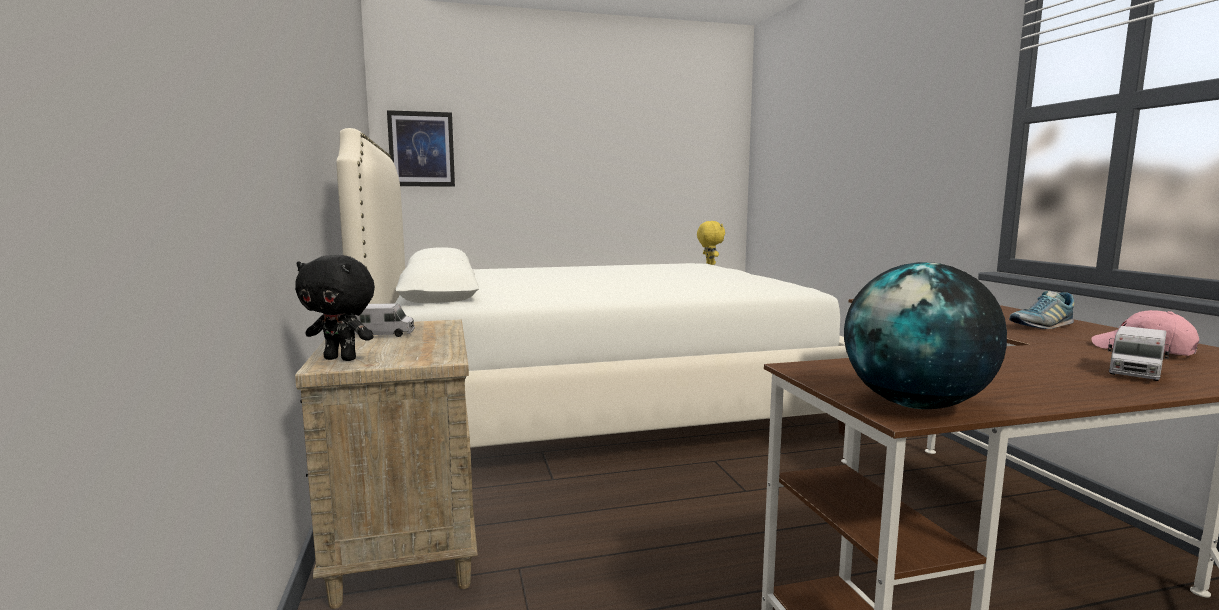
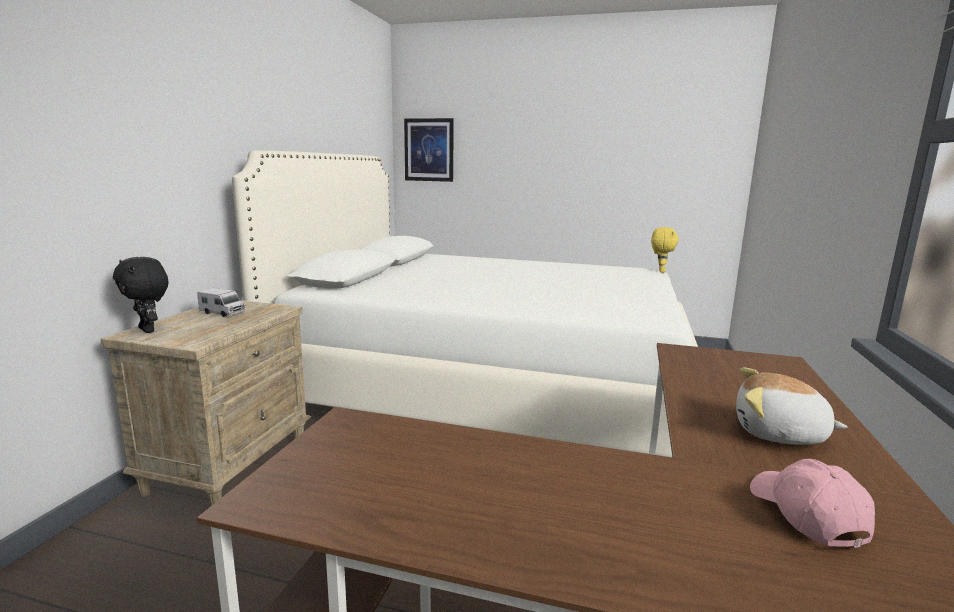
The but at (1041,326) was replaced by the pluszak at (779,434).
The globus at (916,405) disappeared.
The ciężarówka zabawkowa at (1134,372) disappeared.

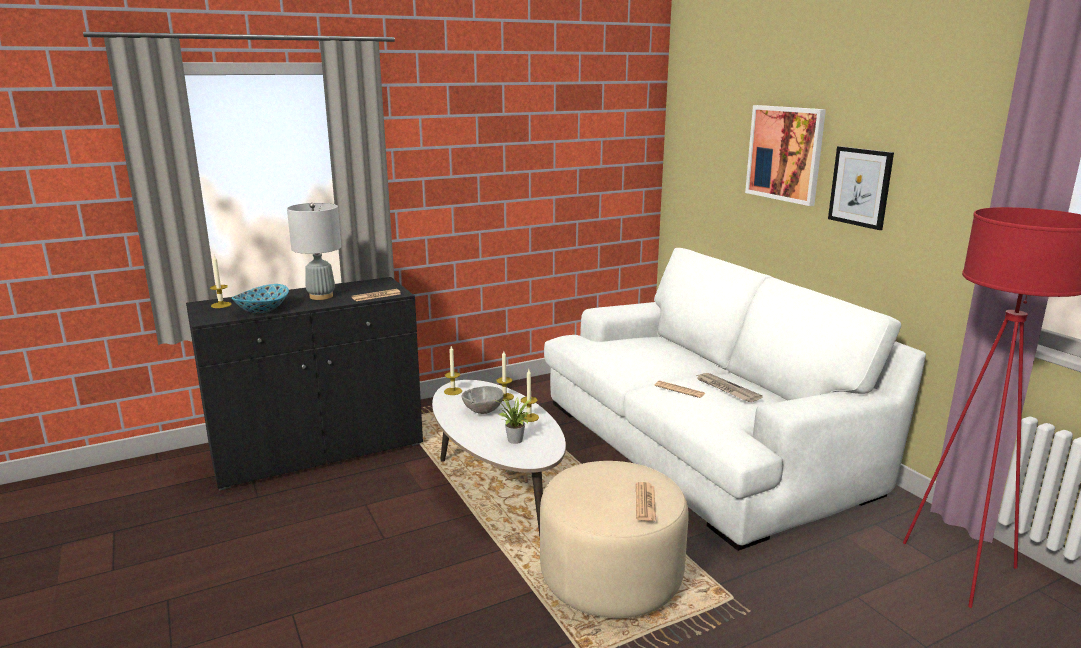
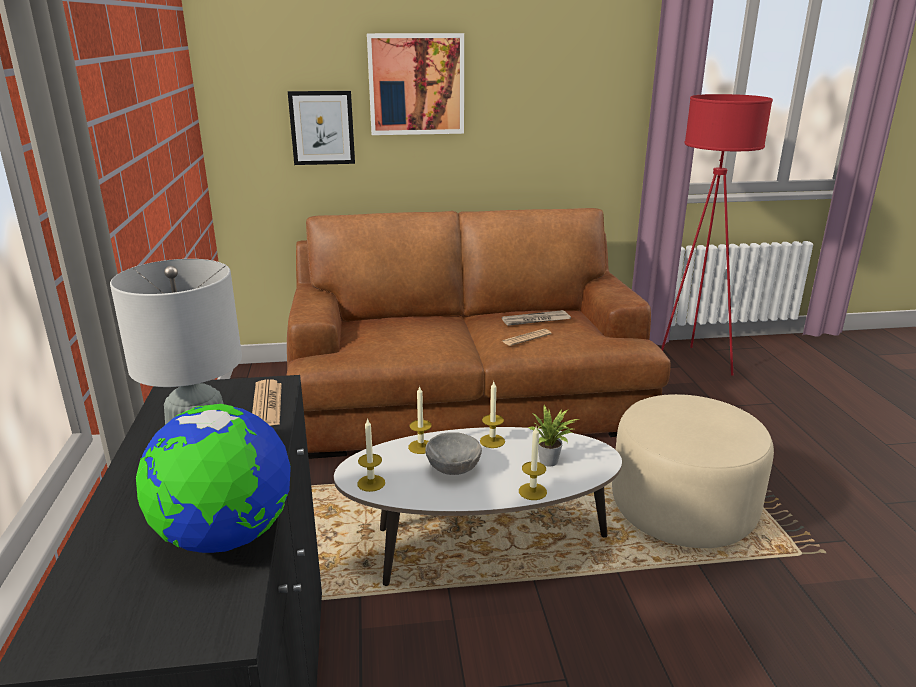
The miska at (262,310) was replaced by the globus at (225,537).
The kanapa [biały] at (703,444) became the kanapa [brązowy] at (466,397).
The obraz moved from (860,187) to (322,128).
The świeca moved from (221,305) to (532,491).
The gazeta at (645,502) disappeared.

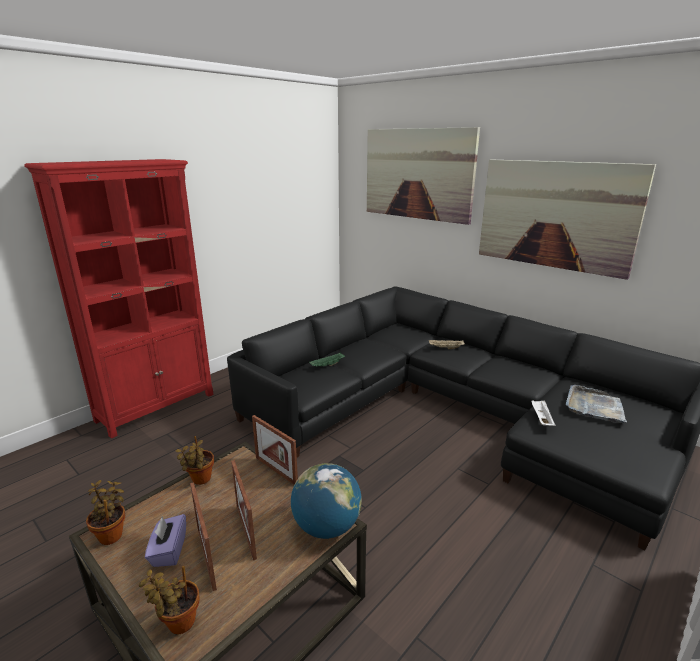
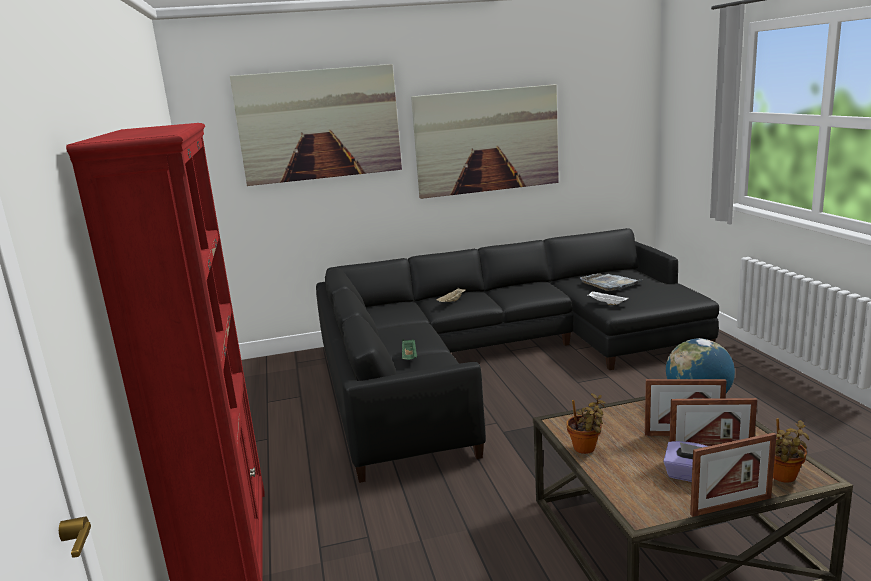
The ramka na zdjęcie moved from (276,470) to (731,506).
The roślina doniczkowa at (112,534) disappeared.

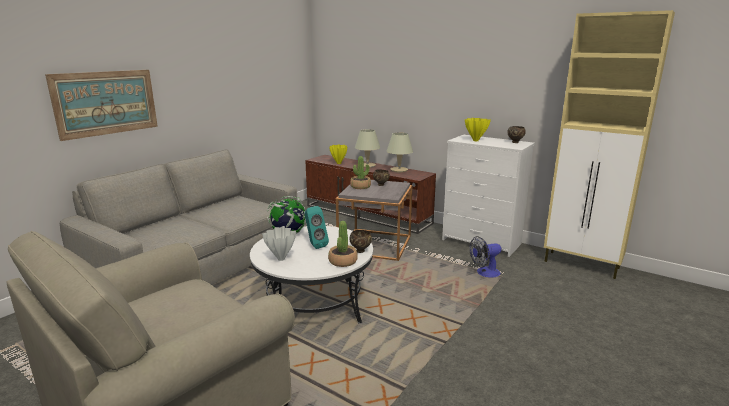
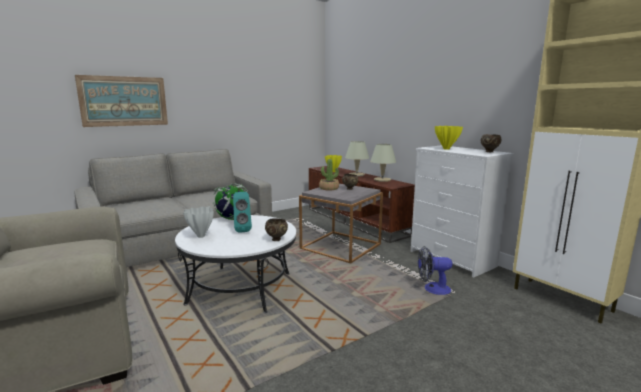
The roślina doniczkowa at (342,261) disappeared.

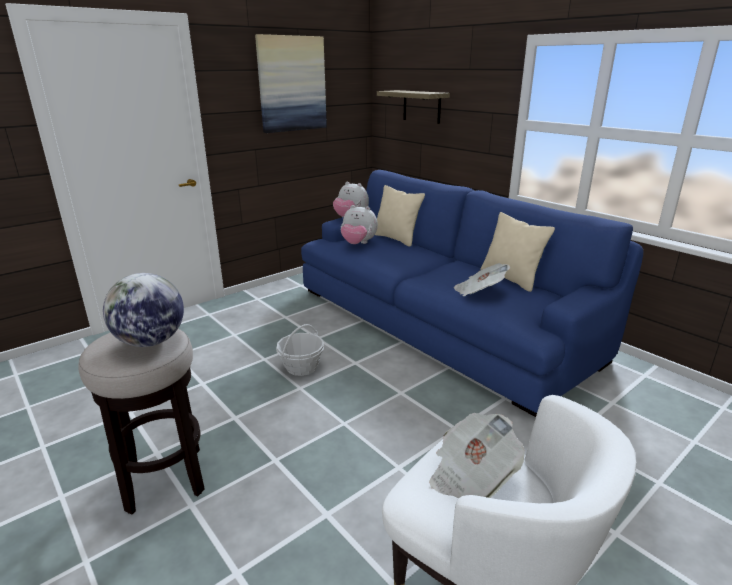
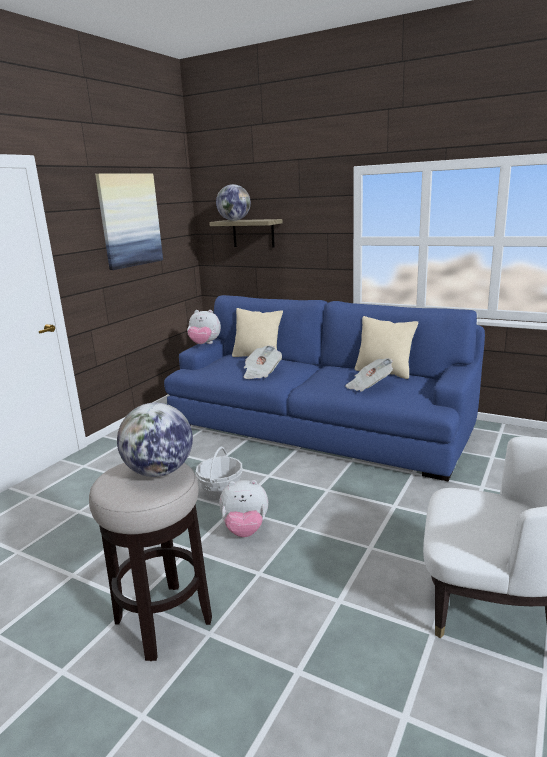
The globus at (234,220) appeared.
The pluszak moved from (358,244) to (245,530).
The gazeta moved from (471,475) to (261,373).

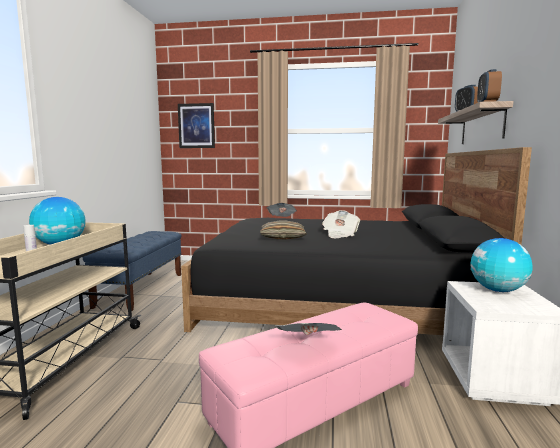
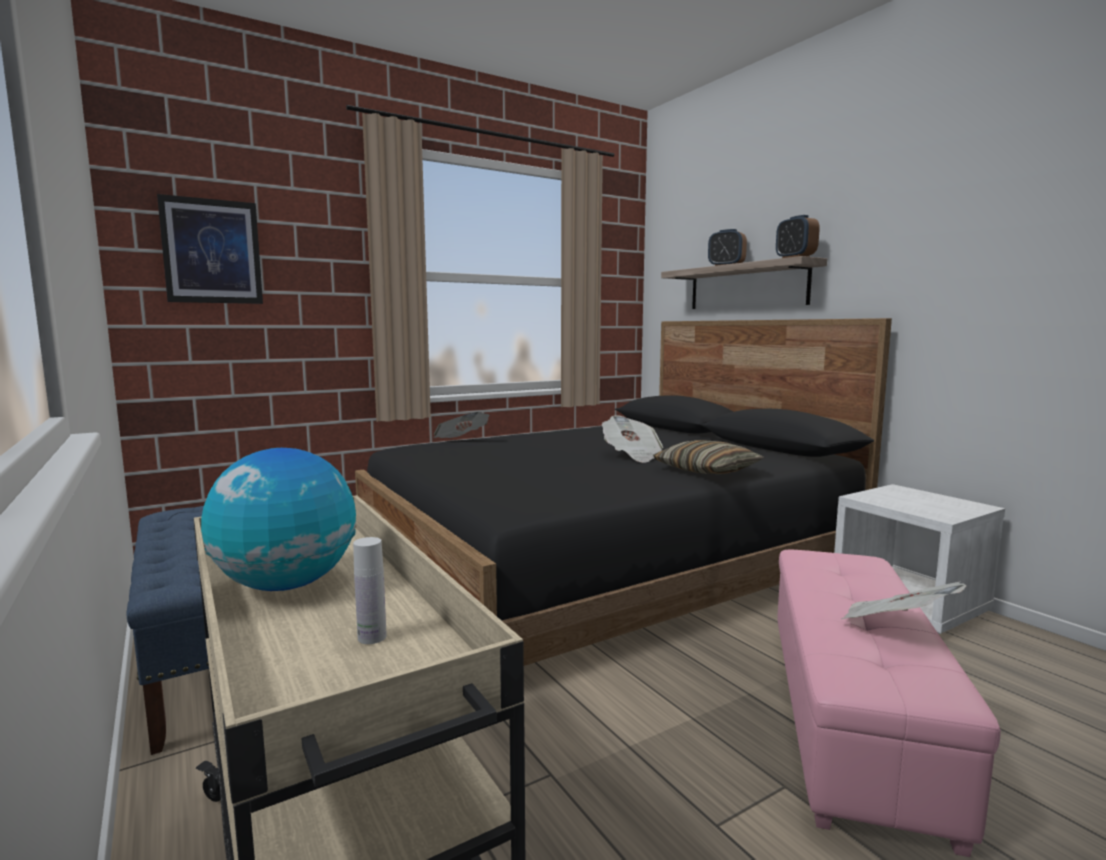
The poduszka moved from (283,237) to (707,470).
The globus at (498,290) disappeared.

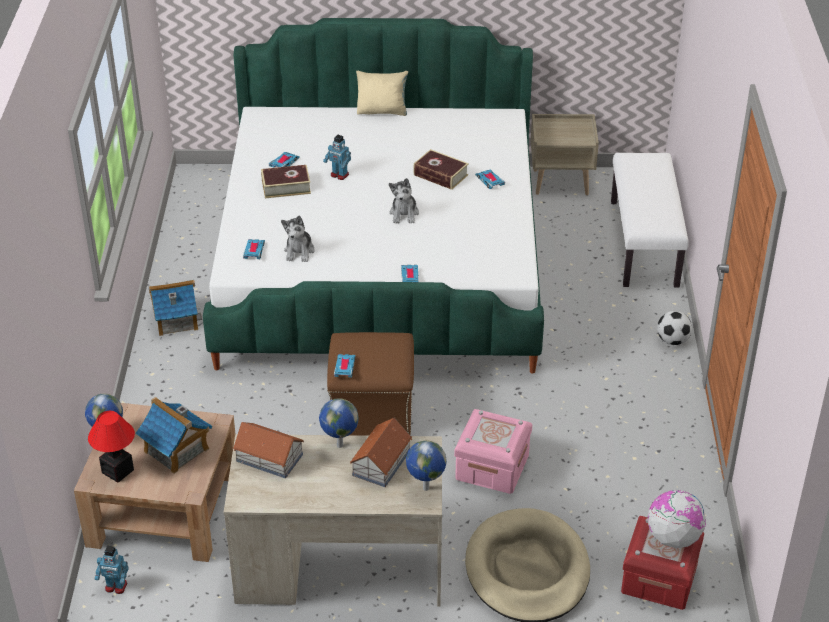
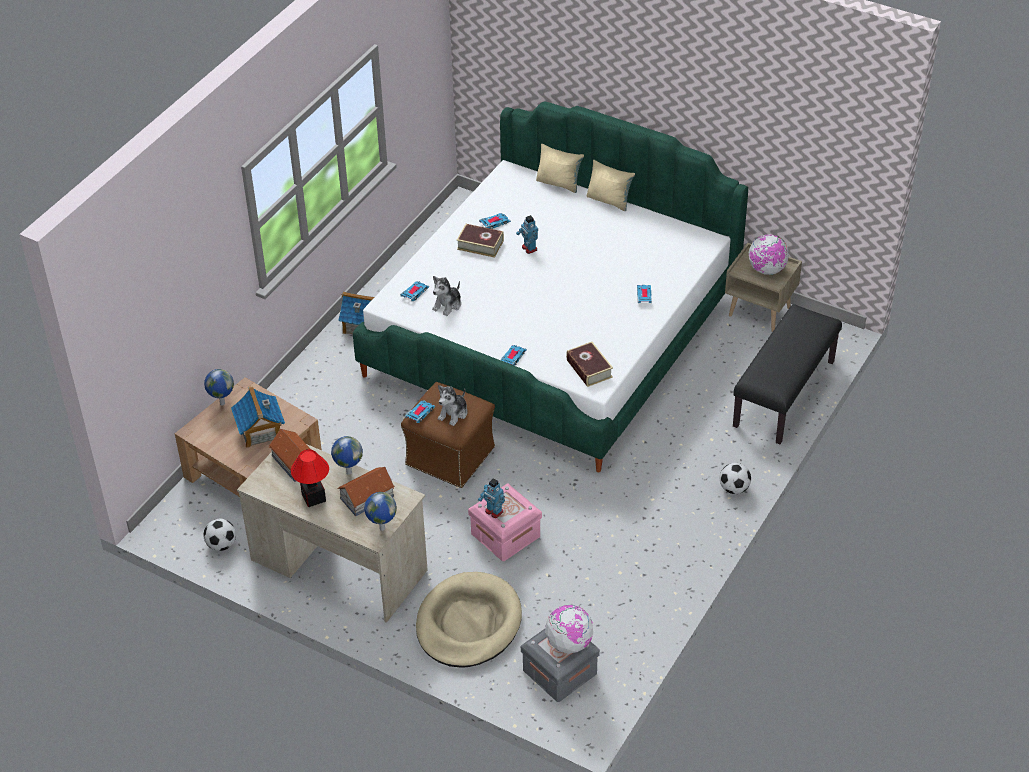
The piłka futbolowa at (221,545) appeared.
The lampa stołowa moved from (117,471) to (313,497).
The pluszak moved from (404,214) to (453,413).
The robot zabawkowy moved from (116,587) to (493,511).
The pojemnik do przechowywania [czerwony] at (659,579) became the pojemnik do przechowywania [szary] at (560,672).
The poduszka [beżowy] at (559,183) appeared.
The książka moved from (440,175) to (589,369).
The ławka [biały] at (644,244) became the ławka [czarny] at (784,394).
The globus at (767,270) appeared.

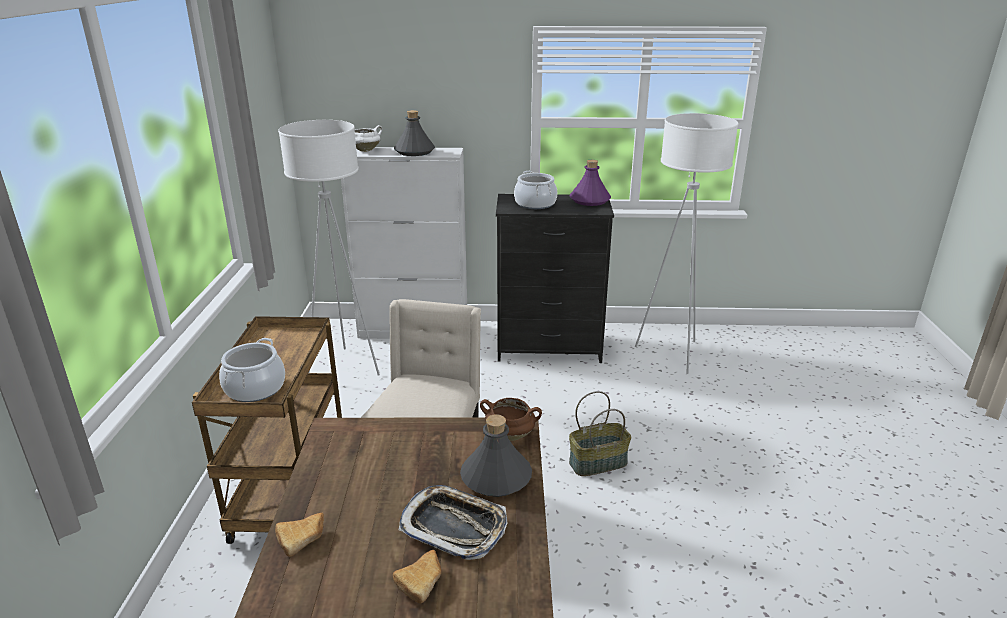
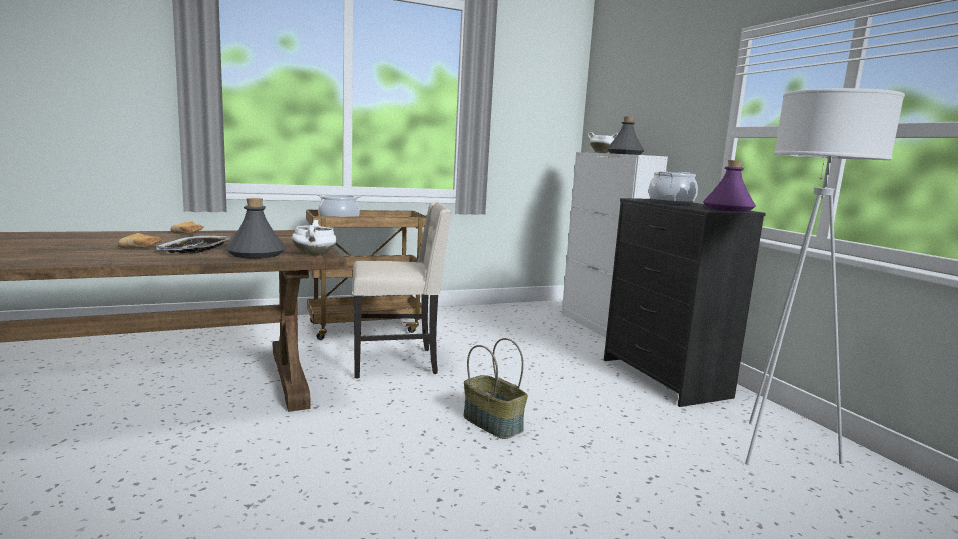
The garnek [brązowy] at (511,435) became the garnek [biały] at (315,255).
The lampa stojąca [biały] at (344,368) disappeared.

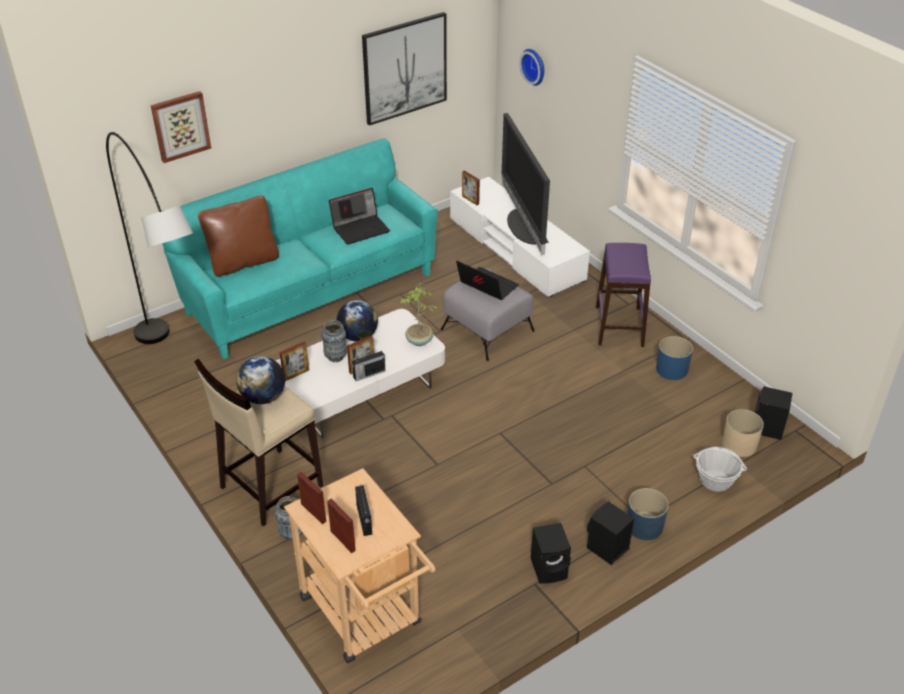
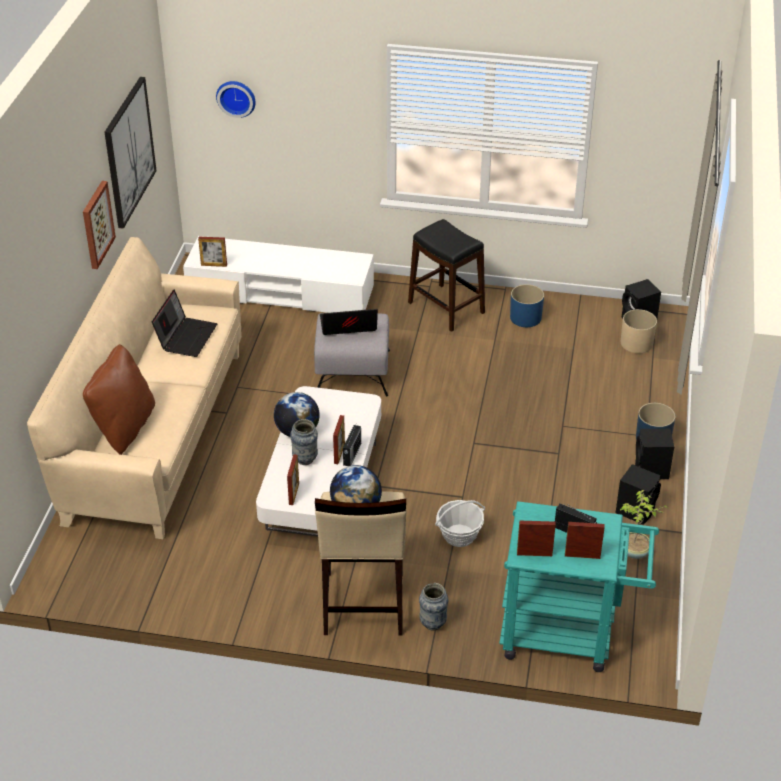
The kanapa [turkusowy] at (310,293) became the kanapa [beżowy] at (155,435).
The obraz moved from (180,126) to (96,224).
The stołek [fioletowy] at (619,326) became the stołek [czarny] at (446,307).
The koszyk moved from (715,480) to (459,535).
The wózek [beżowy] at (366,617) became the wózek [turkusowy] at (568,634).
The roślina doniczkowa moved from (419,341) to (635,552).
The lampa stojąca [szary] at (179,368) disappeared.
The telewizor at (524,227) disappeared.

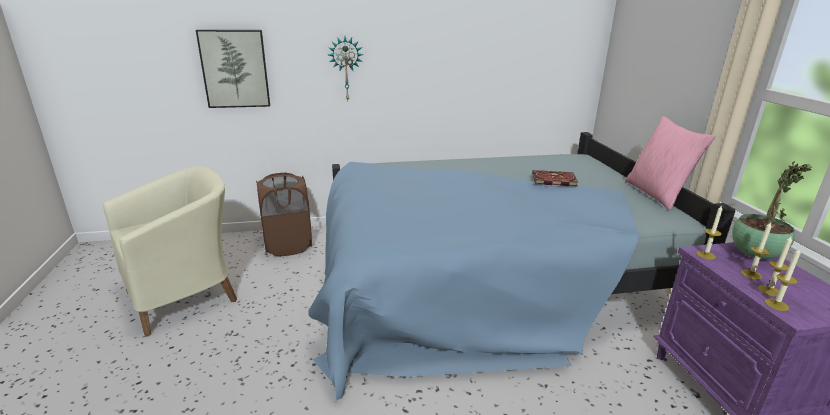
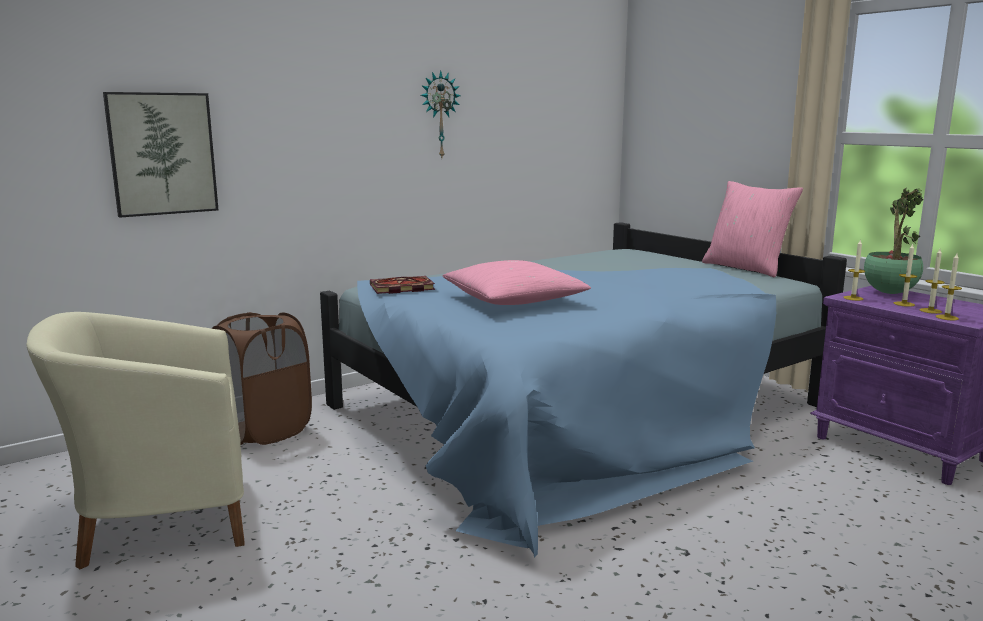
The fotel [beżowy] at (185,296) turned 135 degrees counterclockwise.
The książka moved from (553,180) to (400,288).
The zegar ścienny moved from (346,69) to (439,115).
The poduszka [różowy] at (514,300) appeared.

